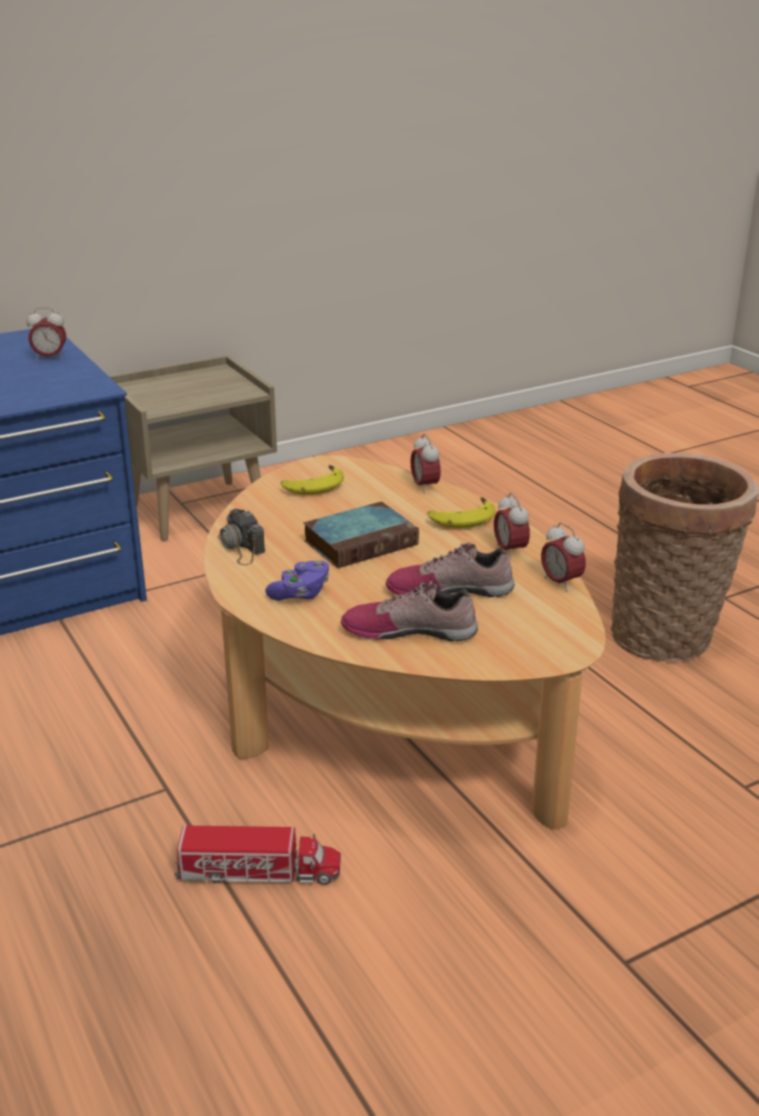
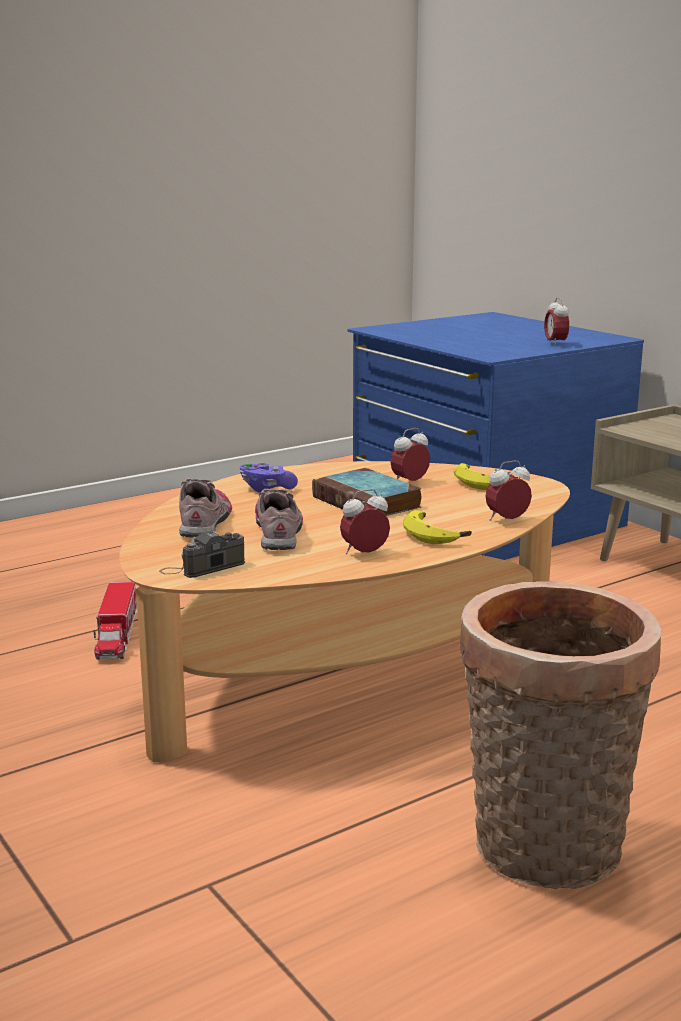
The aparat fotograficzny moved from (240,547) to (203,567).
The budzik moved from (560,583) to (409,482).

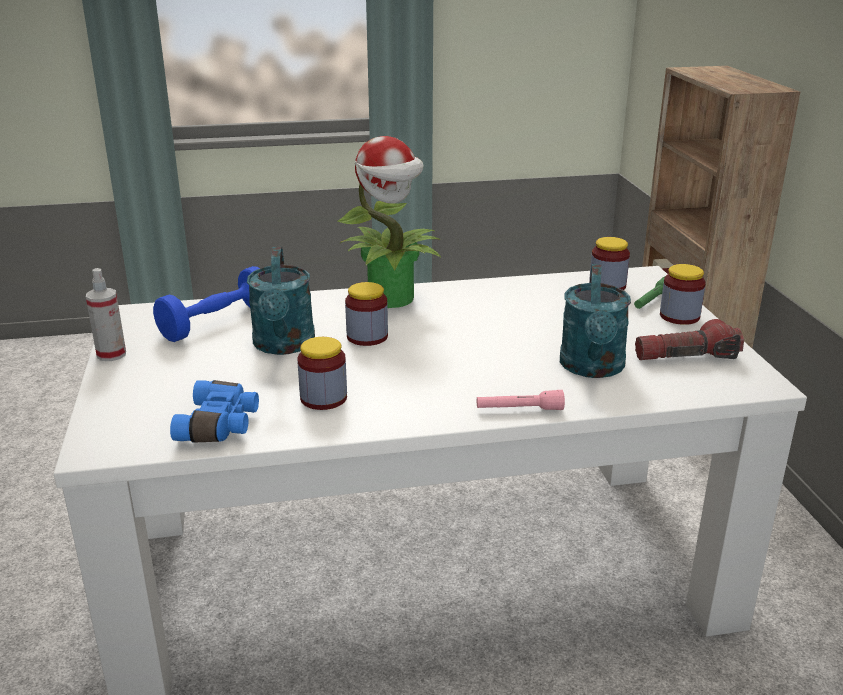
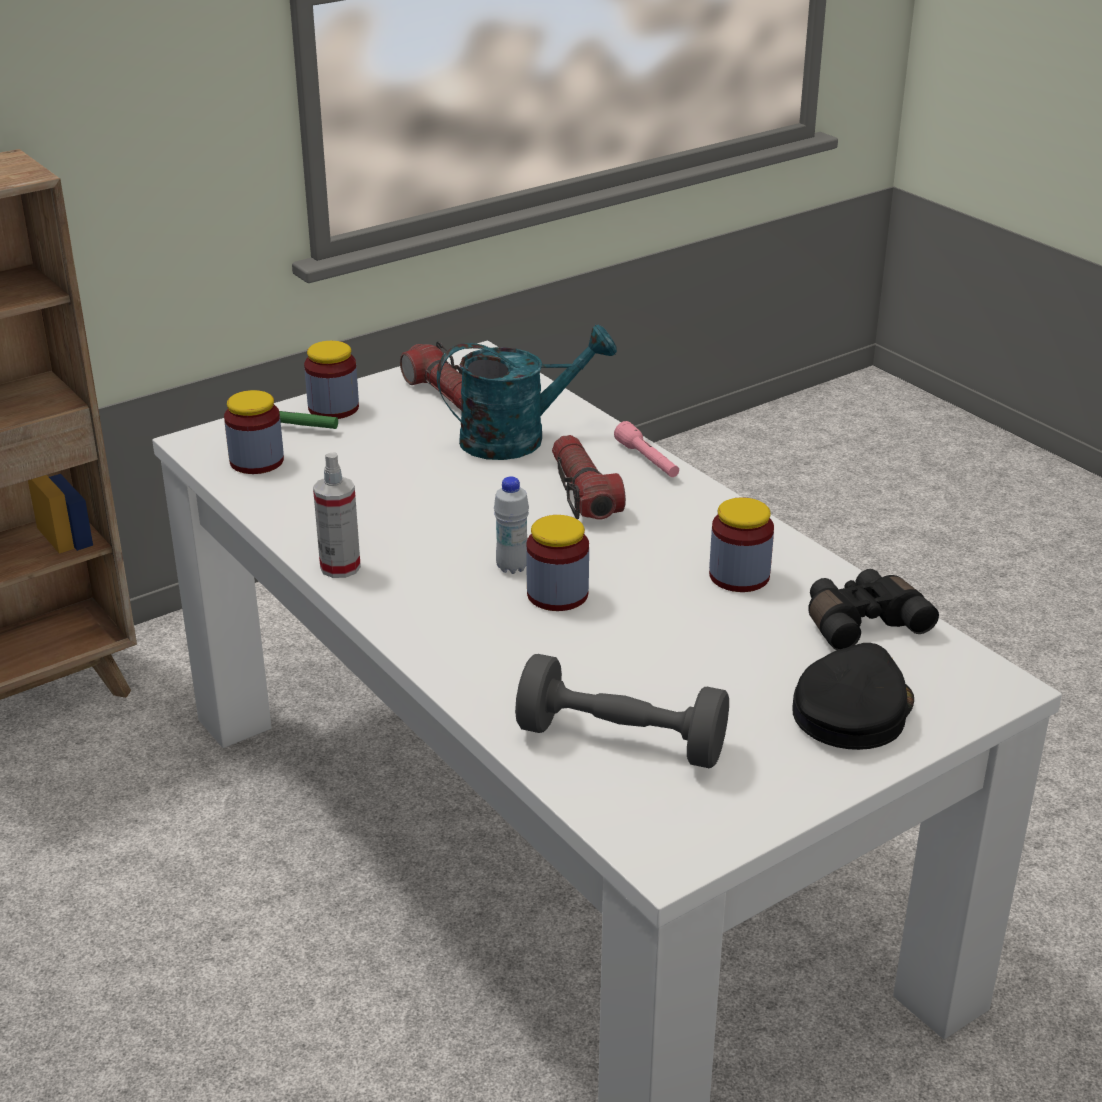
The spryskiwacz moved from (111,354) to (340,567).
The butelka [biały] at (512,567) appeared.
The hantel [niebieski] at (217,323) became the hantel [szary] at (621,741).
The latarka at (583,493) appeared.
The czapka z daszkiem [czarny] at (851,710) appeared.
The lornetka [niebieski] at (220,425) became the lornetka [czarny] at (862,622).
The konewka [turkusowy] at (284,346) disappeared.
The roślina doniczkowa at (392,299) disappeared.

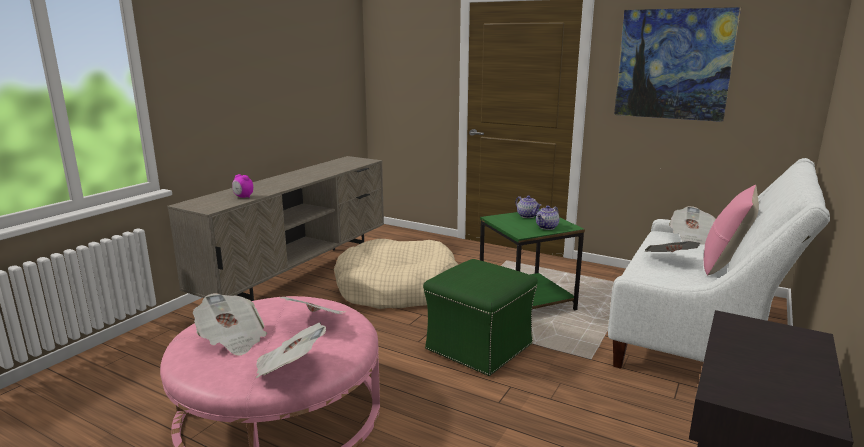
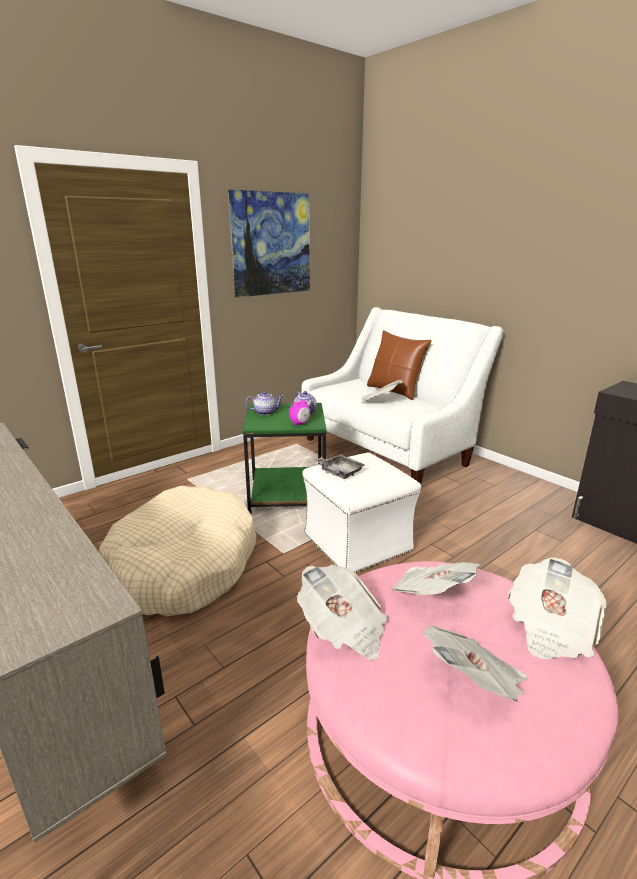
The budzik moved from (243,197) to (300,424).
The gazeta moved from (691,239) to (343,629).
The pufa [zielony] at (478,347) became the pufa [biały] at (358,543).
The taca [szary] at (339,471) appeared.
The poduszka [różowy] at (724,264) became the poduszka [brązowy] at (395,391).

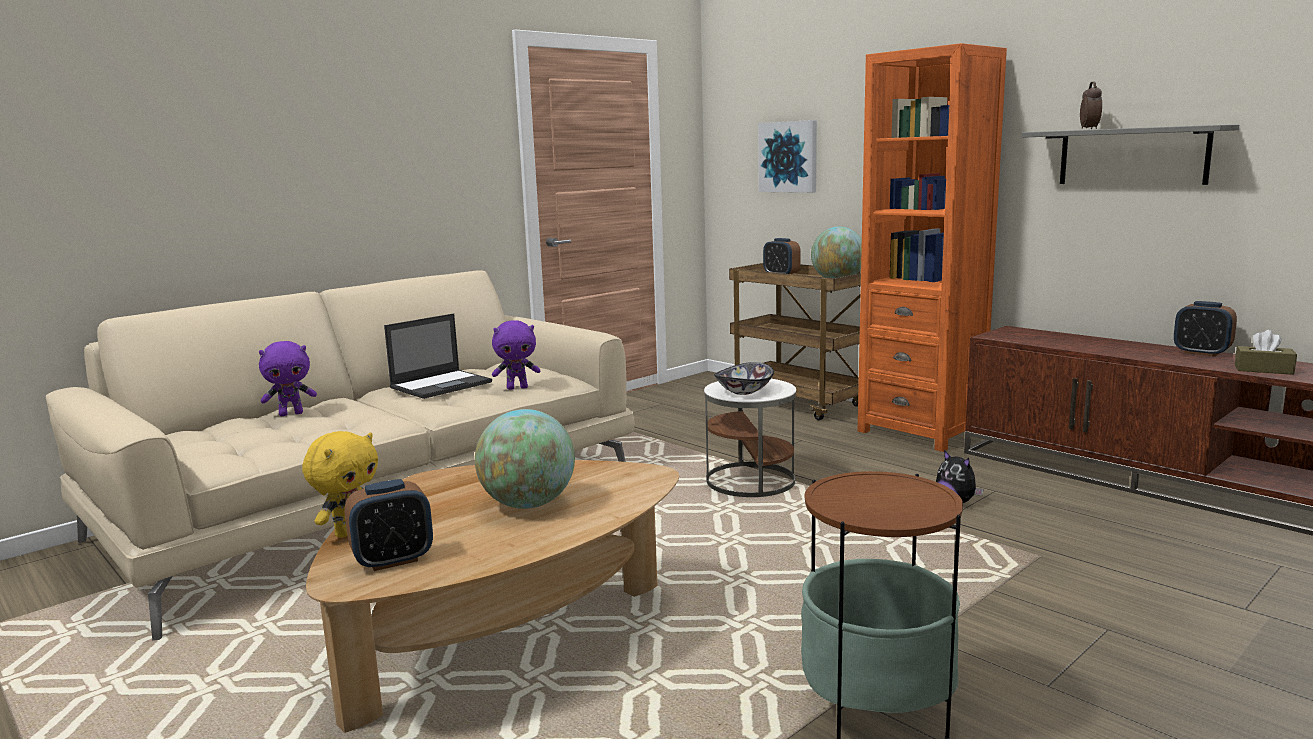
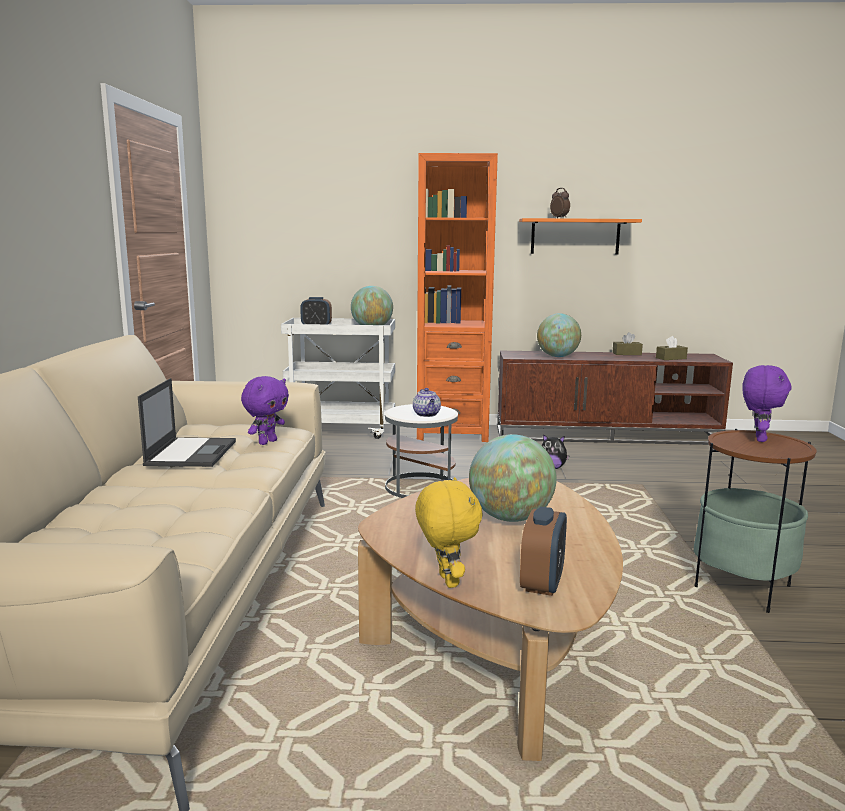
The wózek [brązowy] at (800,404) became the wózek [biały] at (342,430).
The miska at (744,391) was replaced by the imbryk at (427,414).
The półka [szary] at (1132,156) became the półka [pomarańczowy] at (575,236).
The globus at (557,356) appeared.
The budzik at (1201,353) was replaced by the pudełko chusteczek [brązowy] at (626,354).
The pluszak [fioletowy] moved from (291,414) to (758,439).
The obraz at (788,157) disappeared.

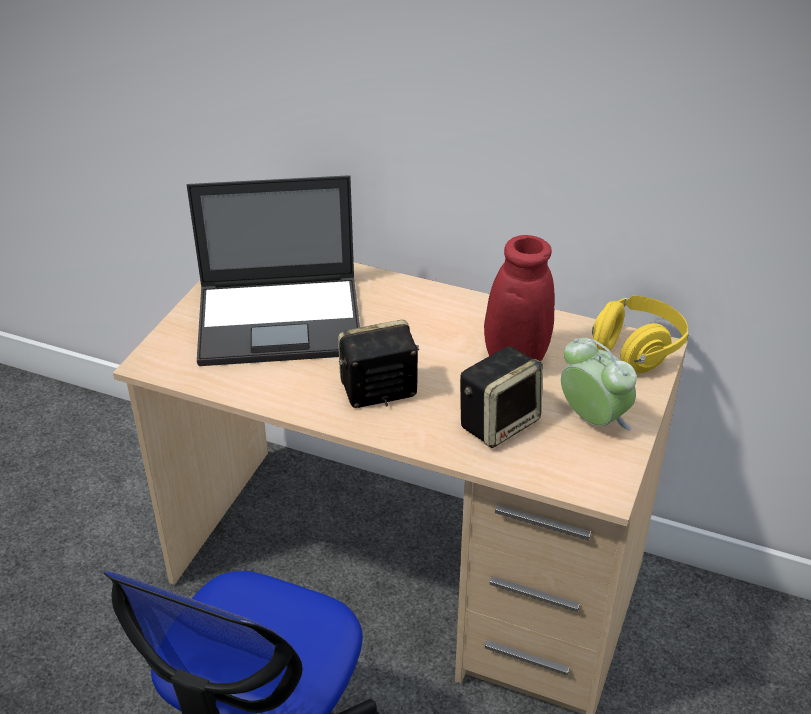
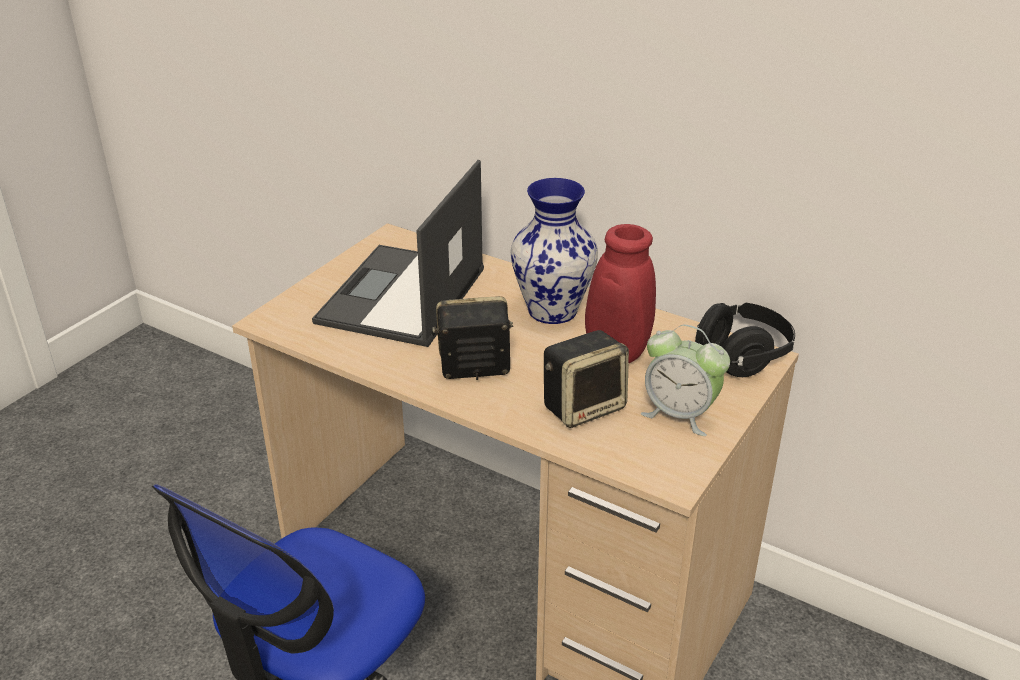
The laptop at (282,320) turned 105 degrees clockwise.
The wazon at (554,311) appeared.
The budzik at (593,420) turned 150 degrees clockwise.
The słuchawki [żółty] at (636,350) became the słuchawki [czarny] at (742,357).

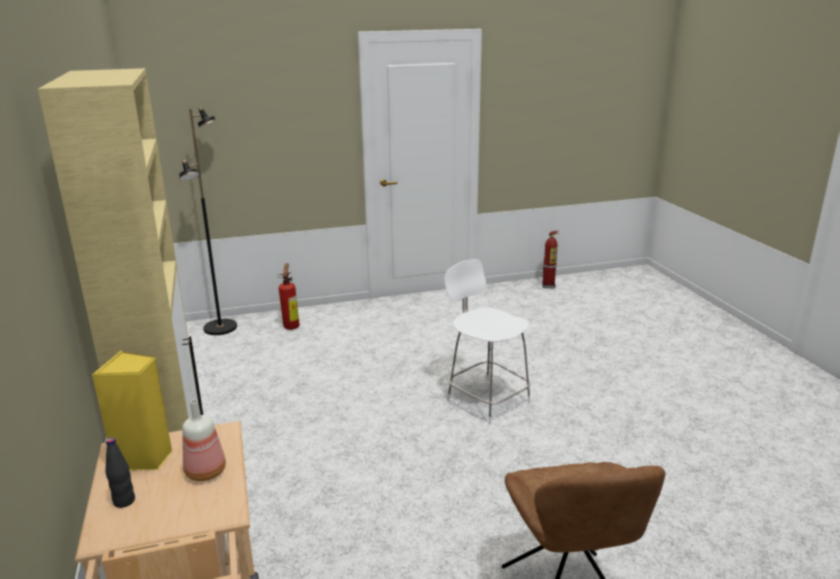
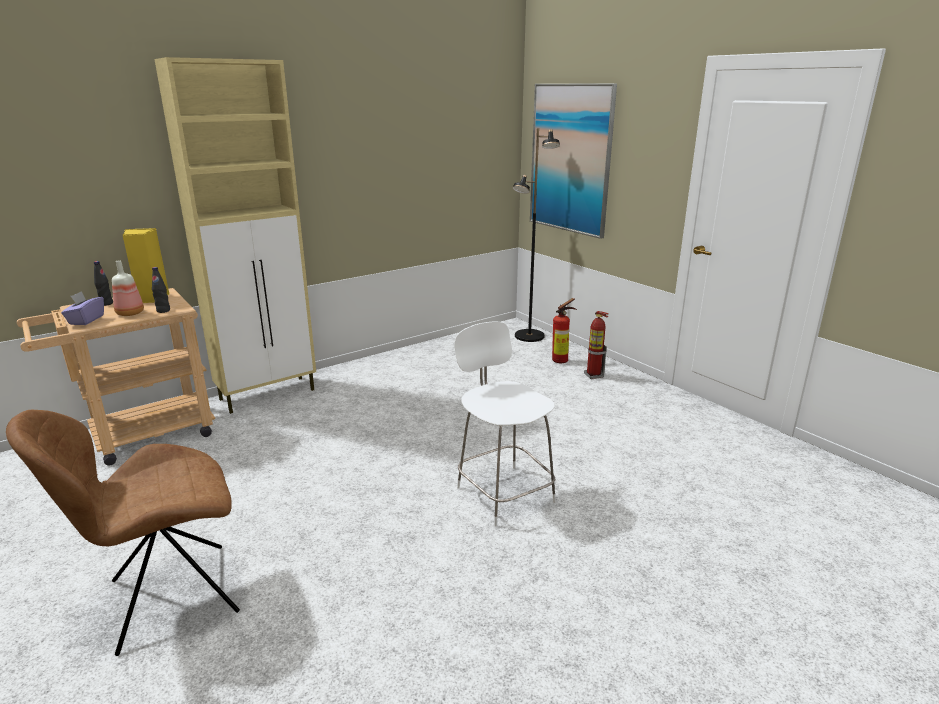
The pudełko chusteczek [fioletowy] at (86,320) appeared.
The butelka [czarny] at (163,311) appeared.
The krzesło [biały] at (486,399) turned 60 degrees counterclockwise.
The obraz at (570,159) appeared.
The gaśnica moved from (548,285) to (593,375).

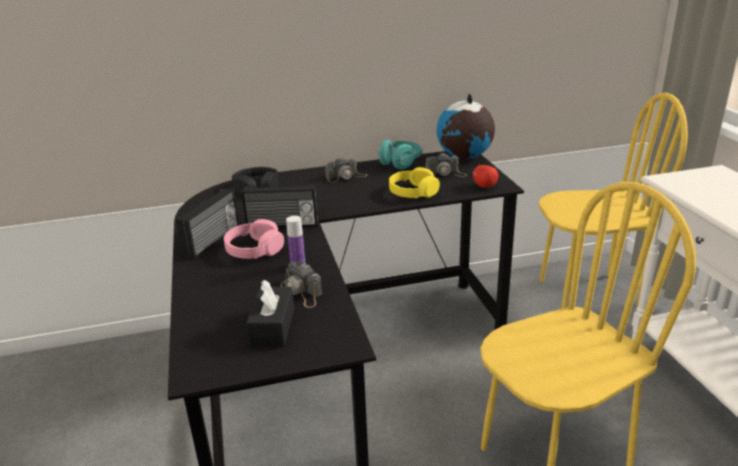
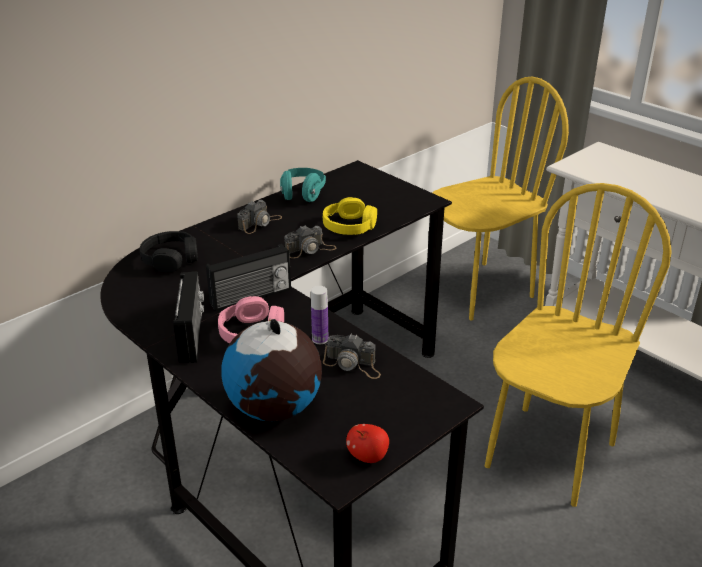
The globus moved from (464,157) to (274,409).
The aparat fotograficzny moved from (445,173) to (310,249).
The jabłko moved from (485,186) to (368,456).
The pudełko chusteczek [czarny] at (273,327) disappeared.

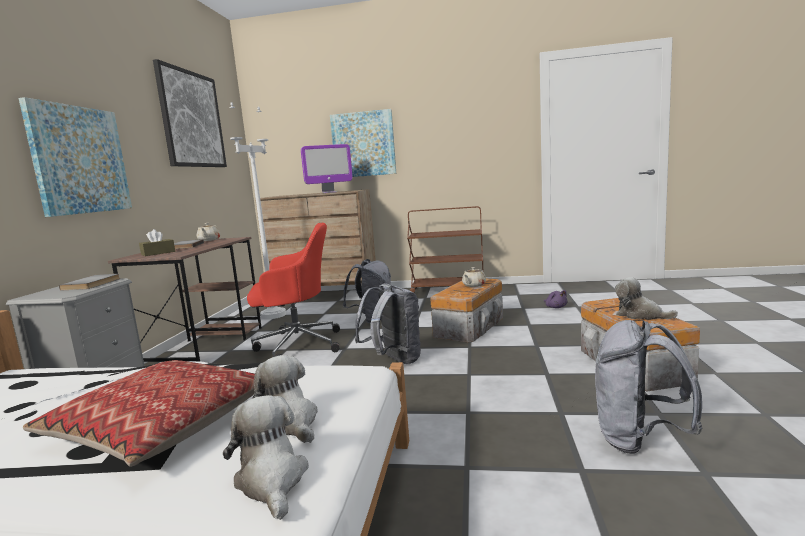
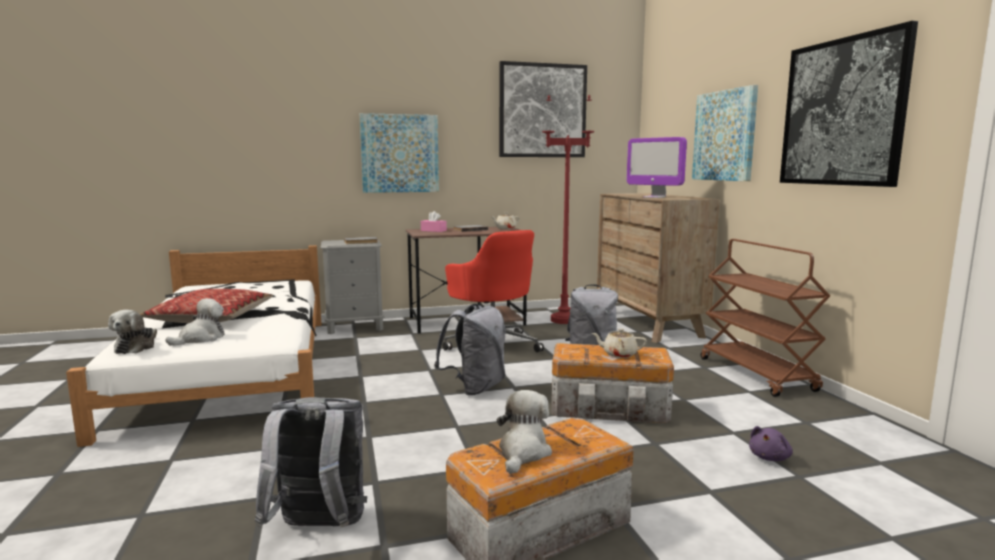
The pluszak at (272,480) turned 135 degrees clockwise.
The pudełko chusteczek [brązowy] at (158,253) became the pudełko chusteczek [różowy] at (433,230).
The lampa stojąca [biały] at (273,315) became the lampa stojąca [czerwony] at (564,320).
The obraz at (842,112) appeared.

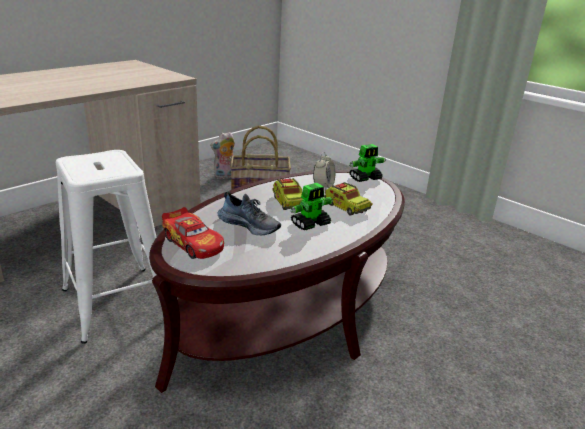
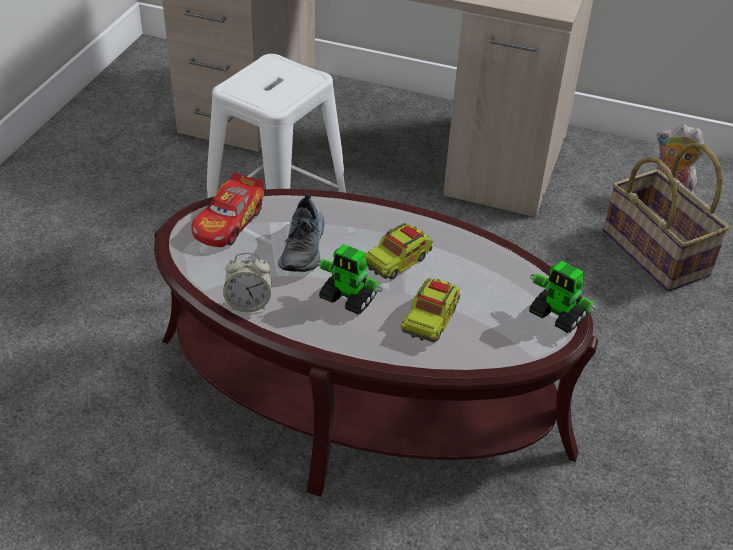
The budzik moved from (323,187) to (248,304).

